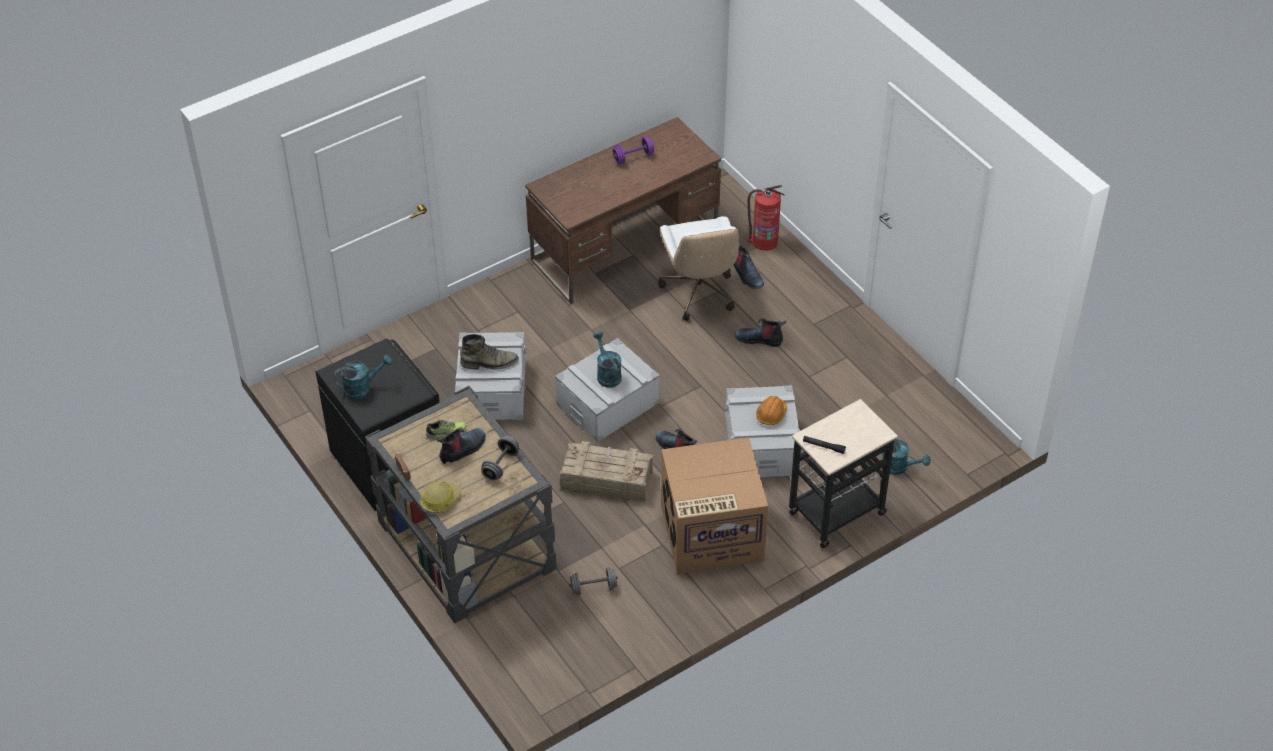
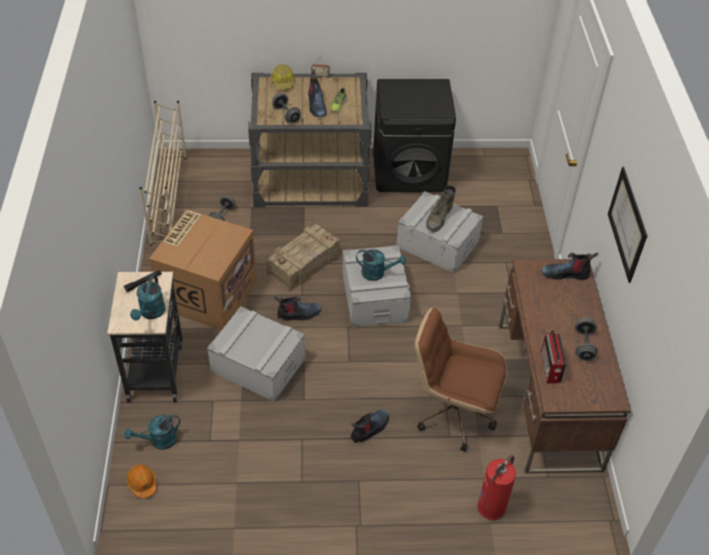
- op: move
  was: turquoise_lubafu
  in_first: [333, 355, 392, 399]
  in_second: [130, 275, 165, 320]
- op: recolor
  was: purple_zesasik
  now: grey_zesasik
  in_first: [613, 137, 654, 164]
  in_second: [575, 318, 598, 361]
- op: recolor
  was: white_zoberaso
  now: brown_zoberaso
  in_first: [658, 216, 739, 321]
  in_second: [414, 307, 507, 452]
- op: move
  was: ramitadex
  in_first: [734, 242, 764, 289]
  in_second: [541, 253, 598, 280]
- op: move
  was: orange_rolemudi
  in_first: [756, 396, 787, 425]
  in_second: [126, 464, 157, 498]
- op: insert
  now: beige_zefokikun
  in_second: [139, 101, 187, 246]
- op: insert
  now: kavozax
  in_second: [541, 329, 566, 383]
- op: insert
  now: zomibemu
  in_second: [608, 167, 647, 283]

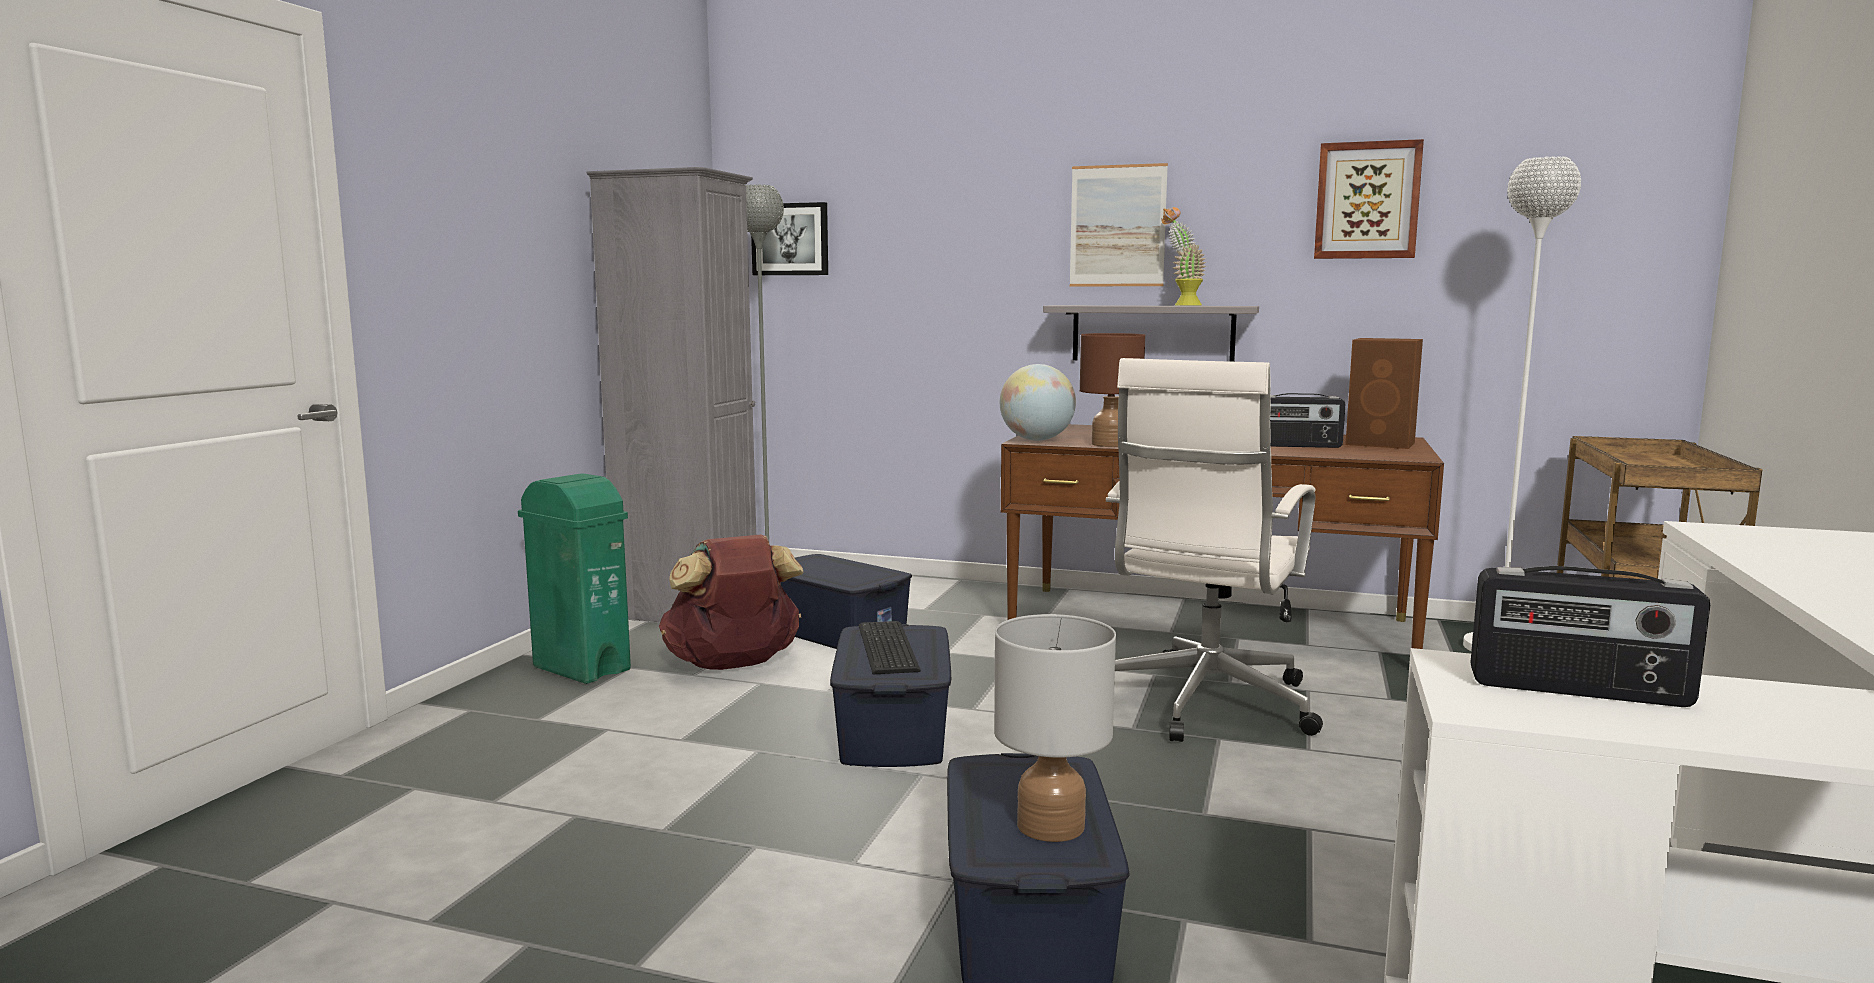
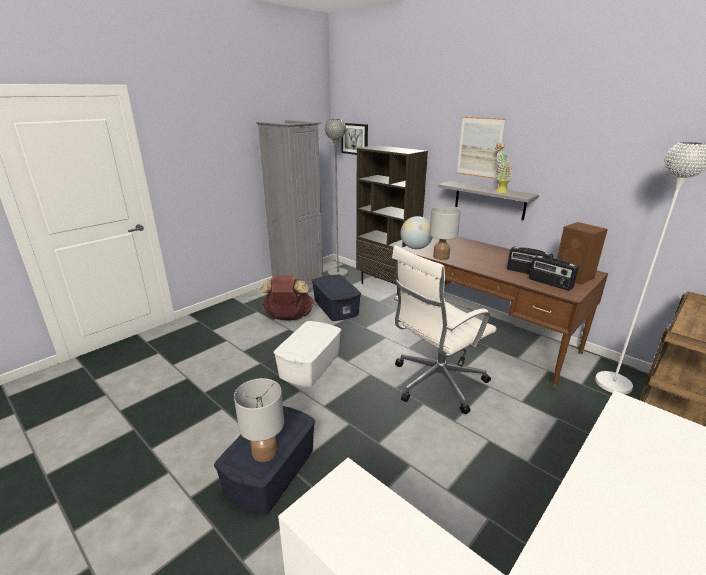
- op: delete
  was: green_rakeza
  in_first: [518, 473, 631, 684]
- op: recolor
  was: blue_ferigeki
  now: white_ferigeki
  in_first: [830, 624, 951, 767]
  in_second: [274, 321, 341, 387]
- op: delete
  was: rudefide
  in_first: [858, 621, 921, 674]
- op: recolor
  was: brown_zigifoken
  now: grey_zigifoken
  in_first: [1080, 333, 1145, 447]
  in_second: [429, 207, 461, 260]
- op: delete
  was: zomibemu
  in_first: [1314, 139, 1424, 259]
- op: move
  was: kavozax
  in_first: [1470, 566, 1710, 707]
  in_second: [529, 256, 578, 291]
- op: insert
  now: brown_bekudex
  in_second: [356, 145, 428, 295]

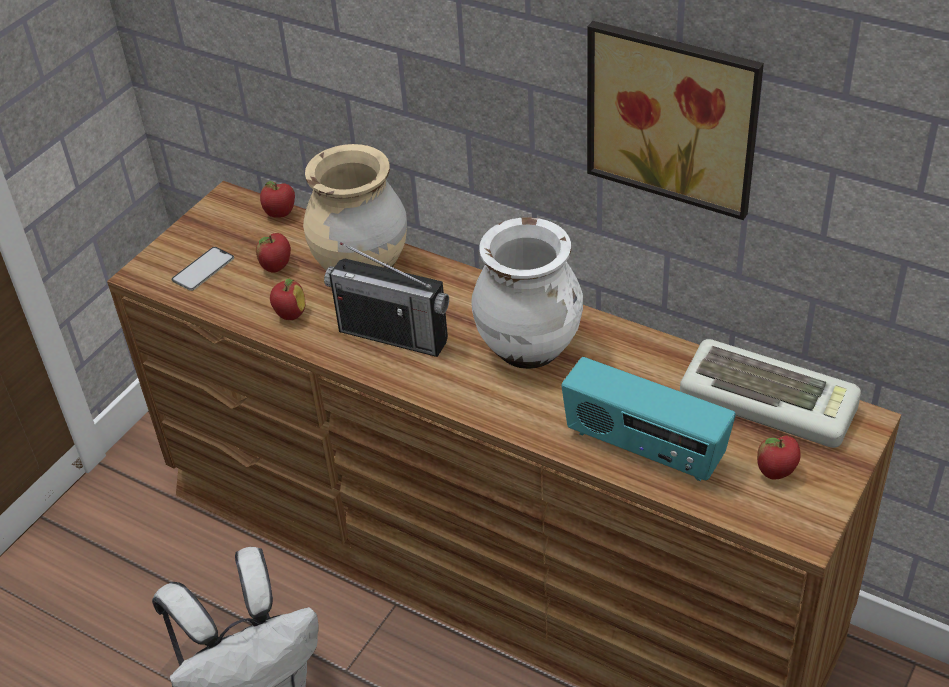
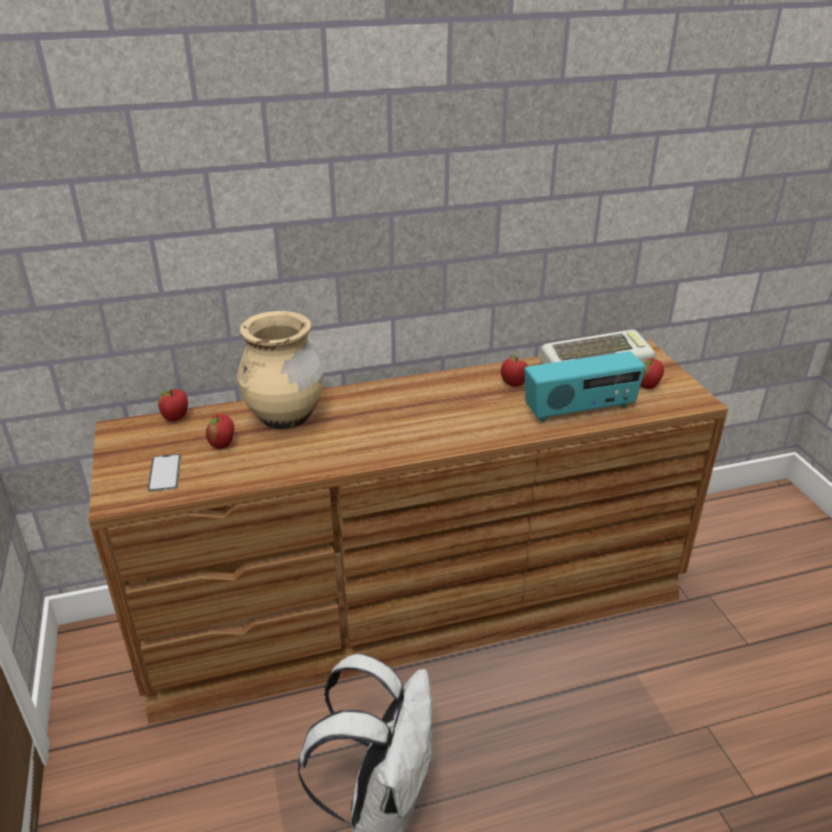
- op: move
  was: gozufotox
  in_first: [270, 278, 305, 320]
  in_second: [501, 355, 528, 387]
- op: delete
  was: kavozax
  in_first: [324, 242, 449, 357]
- op: delete
  was: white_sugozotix
  in_first: [471, 217, 583, 369]
- op: delete
  was: zomibemu
  in_first: [587, 21, 764, 220]

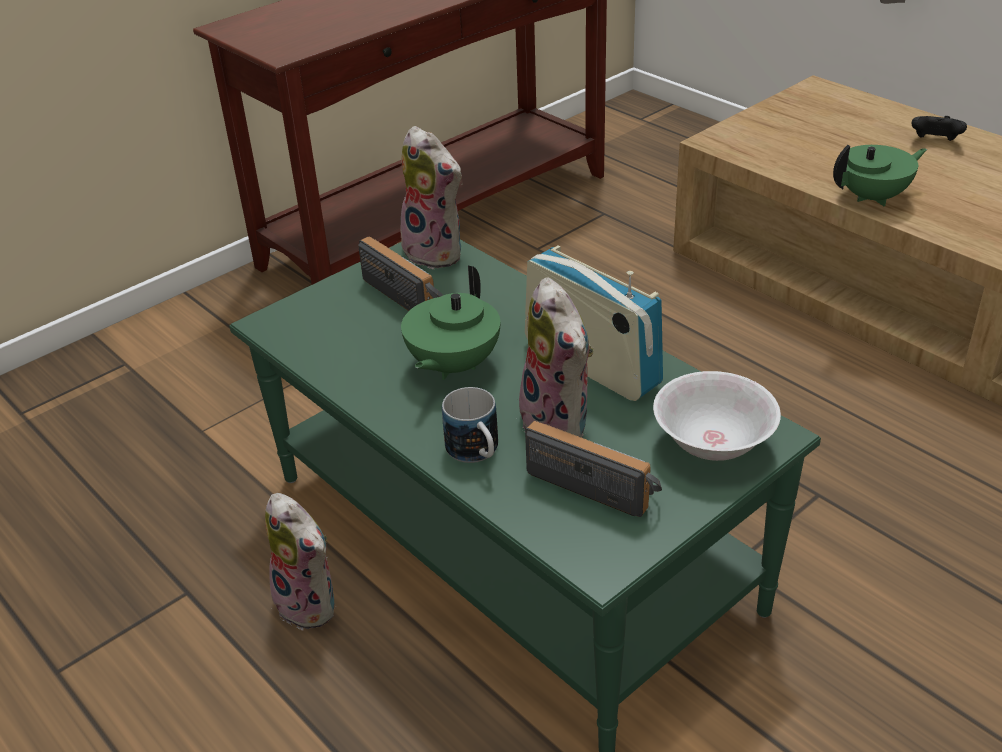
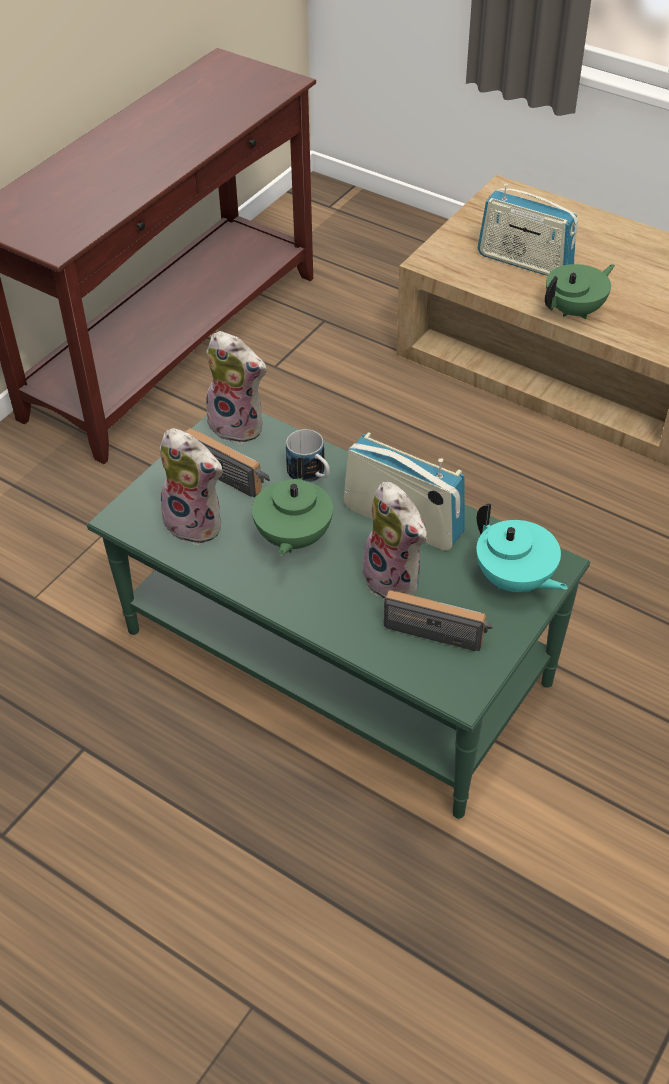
- op: move
  was: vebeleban
  in_first: [265, 493, 334, 630]
  in_second: [160, 428, 223, 545]
- op: move
  was: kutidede
  in_first: [442, 387, 498, 463]
  in_second: [286, 429, 330, 482]
- op: replace
  was: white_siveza
  now: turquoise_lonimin
  in_first: [653, 371, 781, 461]
  in_second: [476, 504, 567, 592]
- op: delete
  was: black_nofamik
  in_first: [911, 116, 967, 141]
- op: insert
  now: kavozax
  in_second: [478, 183, 578, 276]

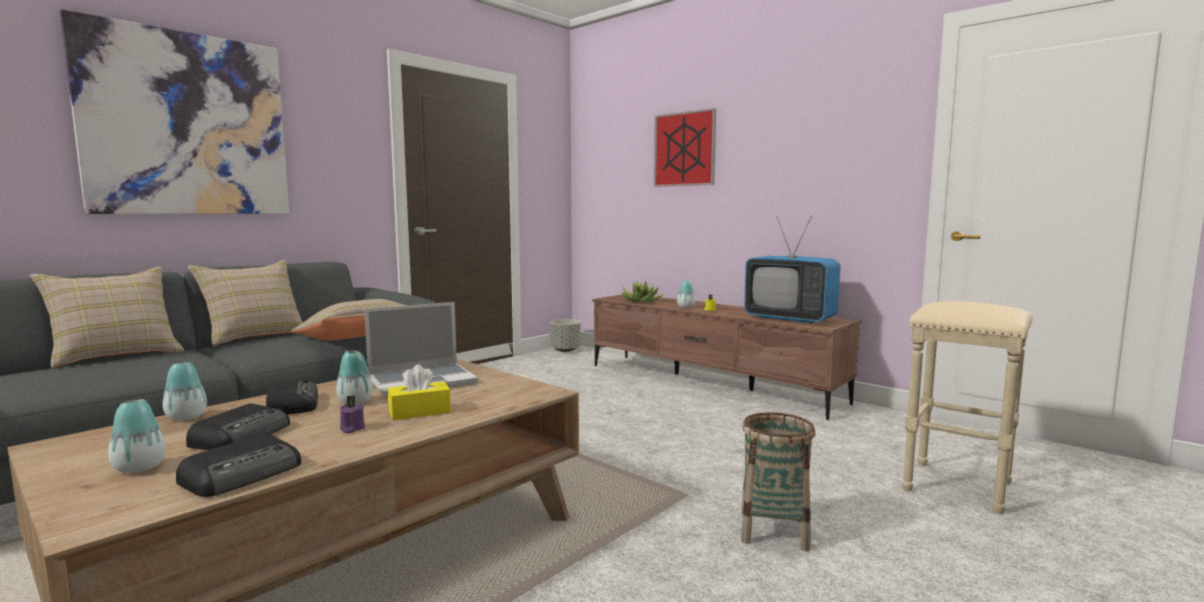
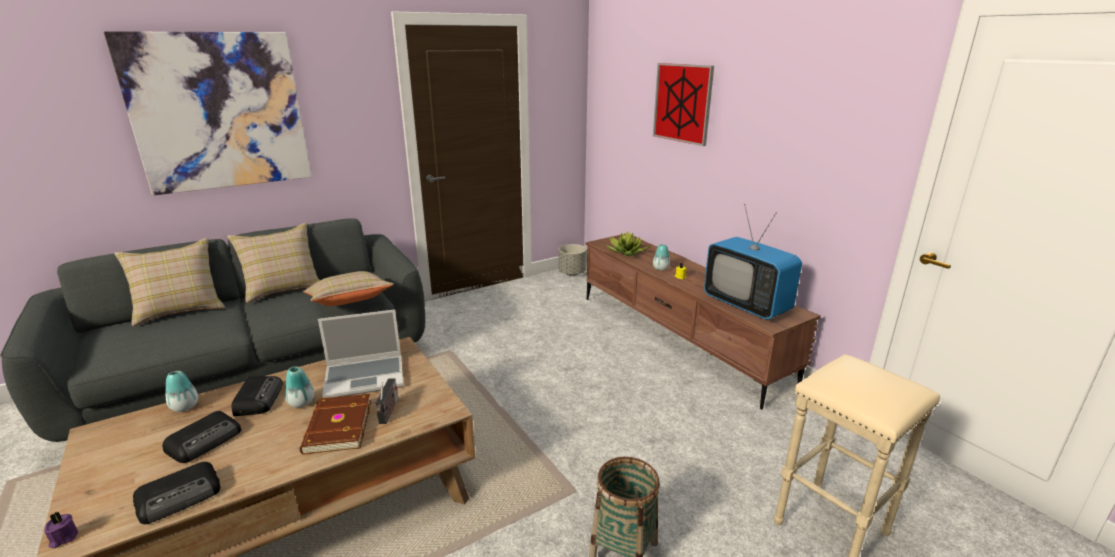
- op: delete
  was: sugozotix
  in_first: [109, 399, 166, 474]
- op: move
  was: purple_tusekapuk
  in_first: [340, 396, 365, 433]
  in_second: [44, 512, 78, 548]
- op: replace
  was: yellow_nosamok
  now: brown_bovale
  in_first: [388, 365, 451, 420]
  in_second: [300, 394, 371, 455]
- op: insert
  now: kavozax
  in_second: [376, 379, 398, 424]

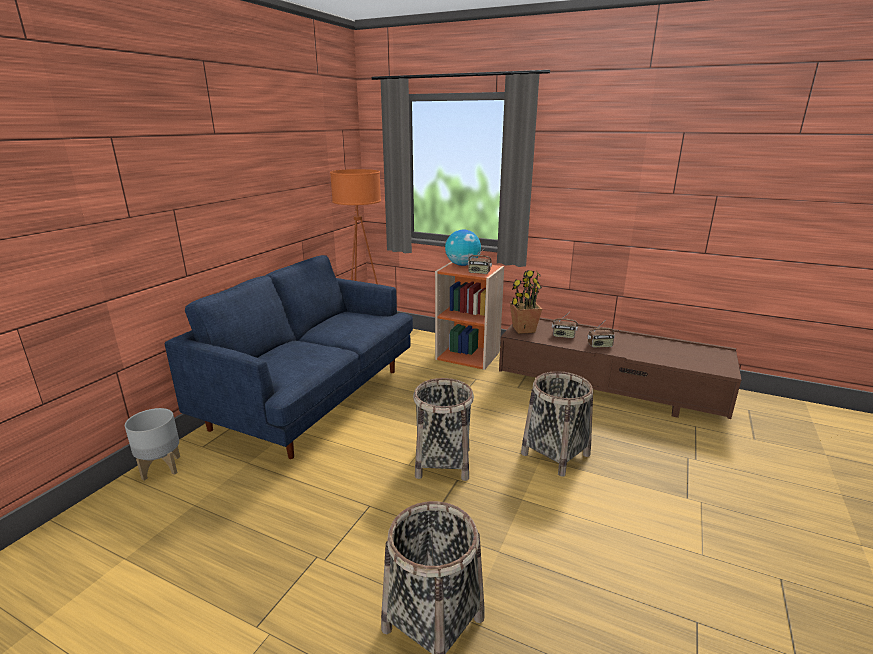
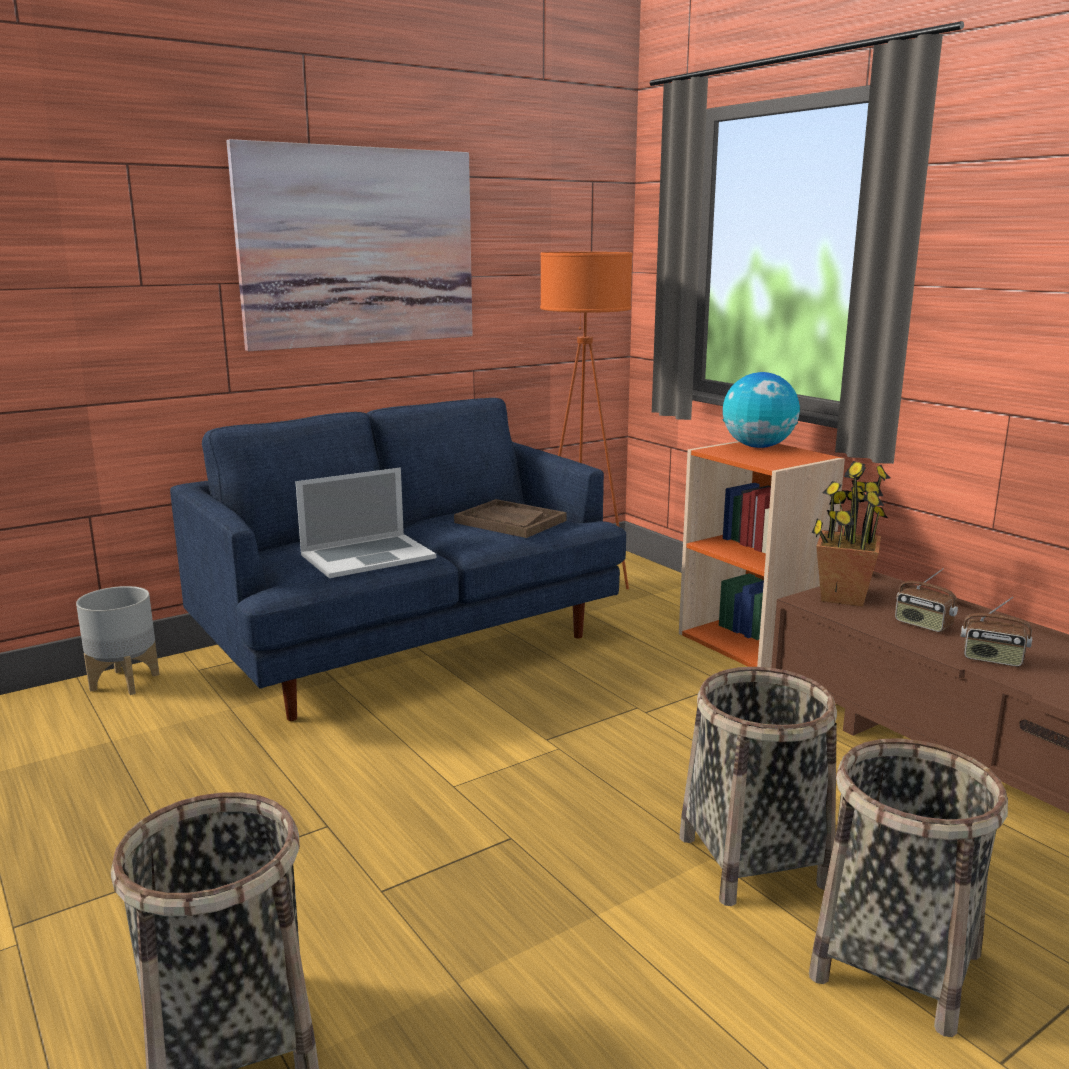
- op: move
  was: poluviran
  in_first: [413, 378, 474, 481]
  in_second: [809, 738, 1008, 1037]
- op: delete
  was: kavozax
  in_first: [468, 249, 492, 274]
- op: insert
  now: zomibemu
  in_second: [226, 139, 473, 351]
- op: insert
  now: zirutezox
  in_second: [295, 467, 436, 578]
- op: insert
  now: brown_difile
  in_second: [454, 499, 567, 538]

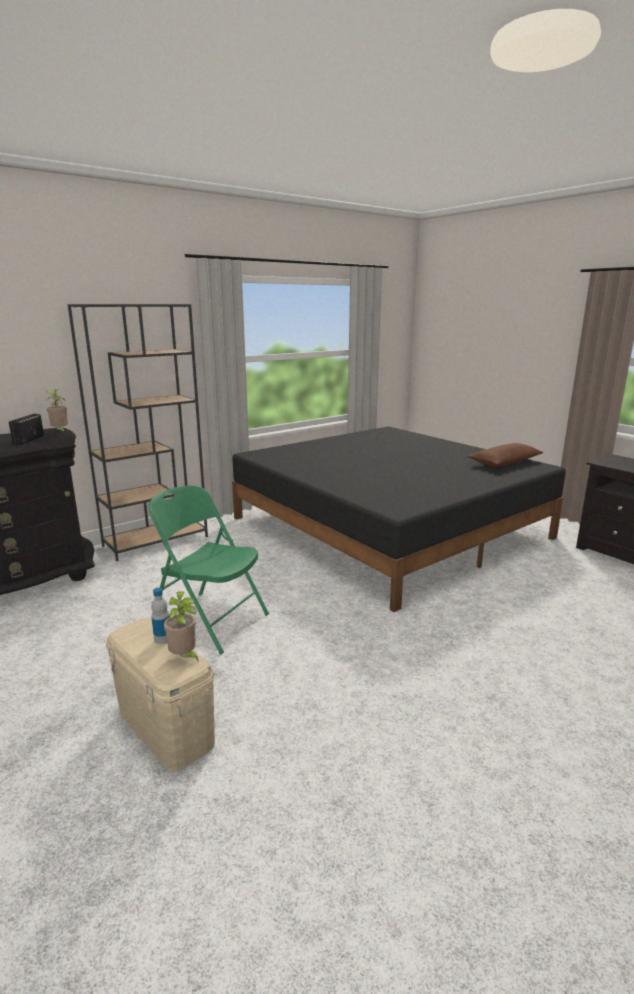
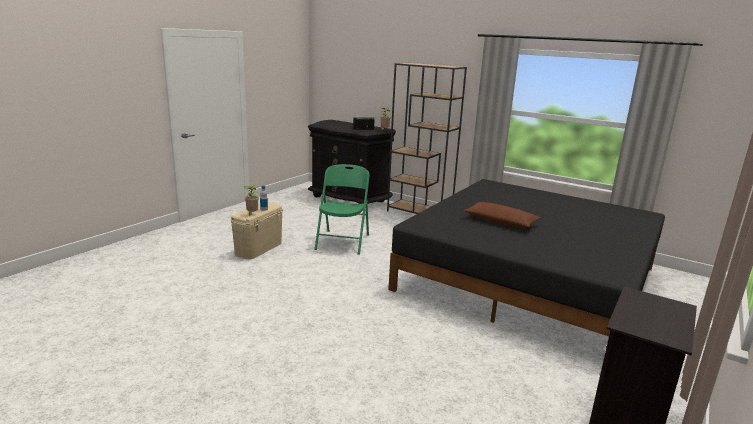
- op: move
  was: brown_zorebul
  in_first: [467, 443, 544, 467]
  in_second: [463, 202, 541, 228]

